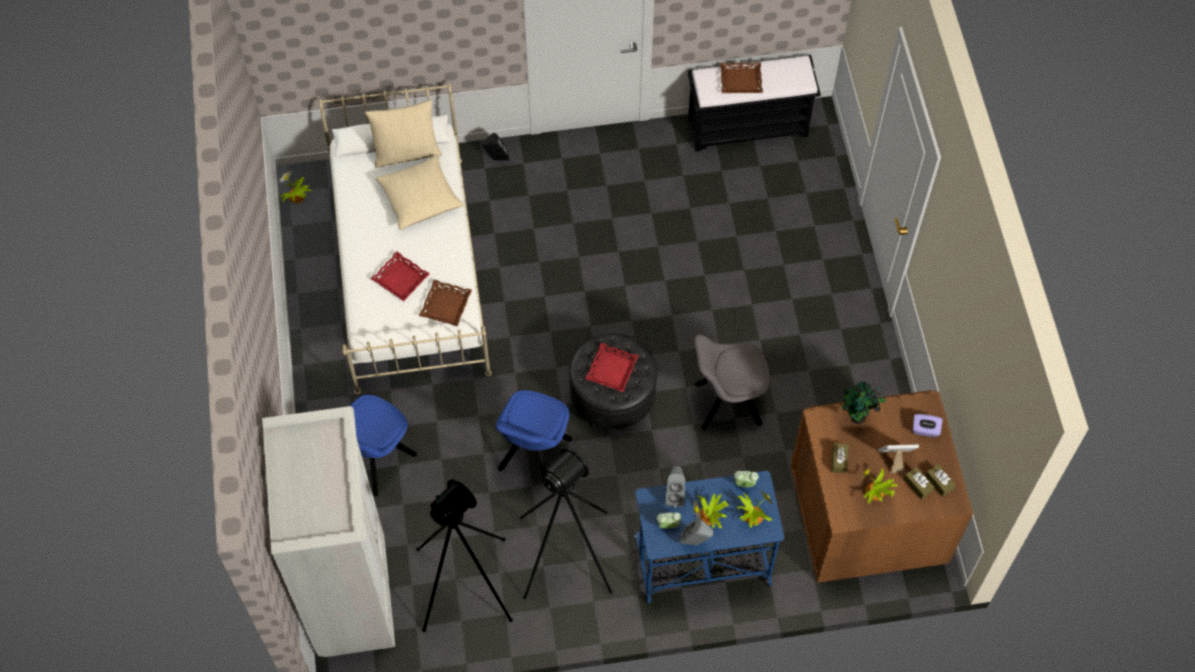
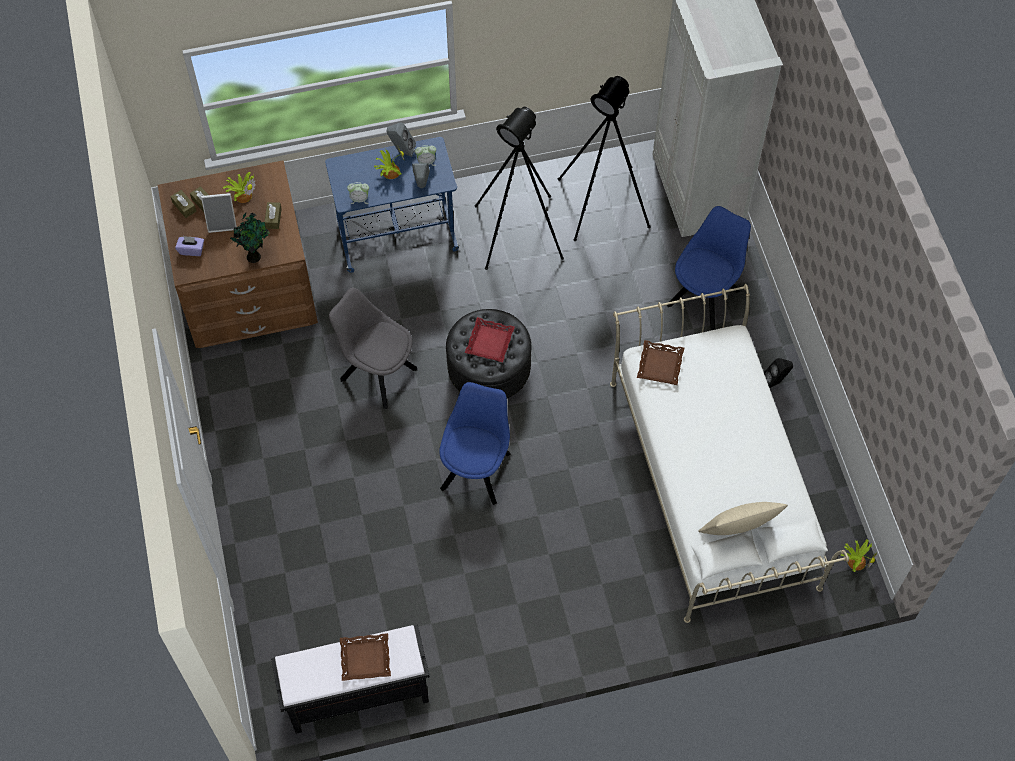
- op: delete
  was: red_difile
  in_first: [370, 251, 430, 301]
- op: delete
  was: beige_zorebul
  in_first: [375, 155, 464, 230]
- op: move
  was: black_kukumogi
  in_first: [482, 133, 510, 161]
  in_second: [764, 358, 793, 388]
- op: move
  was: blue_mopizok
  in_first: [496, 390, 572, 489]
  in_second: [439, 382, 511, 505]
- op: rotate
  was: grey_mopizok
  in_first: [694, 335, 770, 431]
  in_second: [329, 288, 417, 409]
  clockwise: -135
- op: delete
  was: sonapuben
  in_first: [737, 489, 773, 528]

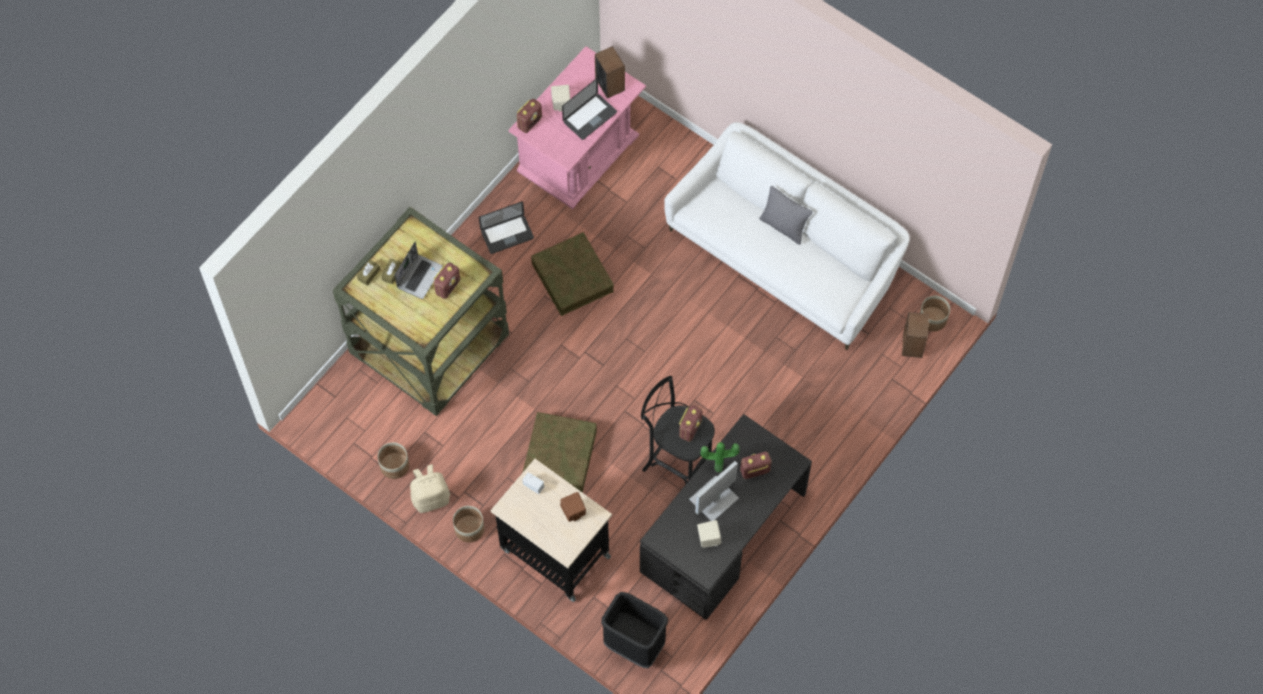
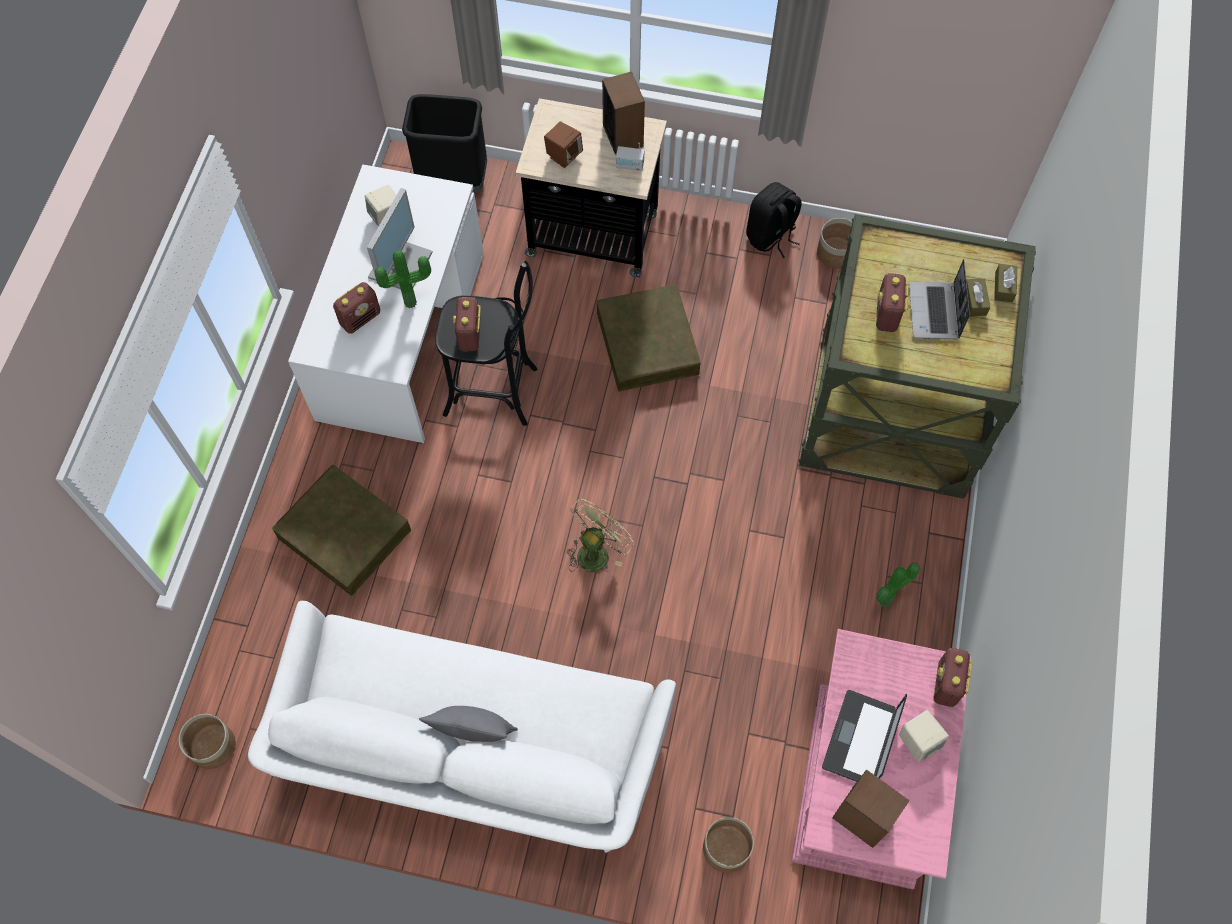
- op: recolor
  was: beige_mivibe
  now: black_mivibe
  in_first: [410, 464, 450, 513]
  in_second: [746, 182, 802, 258]
- op: move
  was: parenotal
  in_first: [453, 506, 484, 543]
  in_second: [703, 817, 754, 873]
- op: replace
  was: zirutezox
  now: sonapuben
  in_first: [479, 201, 534, 254]
  in_second: [876, 563, 920, 608]
- op: move
  was: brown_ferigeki
  in_first: [531, 232, 614, 316]
  in_second: [272, 465, 411, 596]
- op: recolor
  was: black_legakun
  now: white_legakun
  in_first: [640, 414, 812, 620]
  in_second: [288, 164, 484, 443]
- op: move
  was: kukumogi
  in_first: [902, 312, 929, 358]
  in_second: [602, 72, 645, 155]
- op: insert
  now: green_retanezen
  in_second: [567, 499, 634, 572]

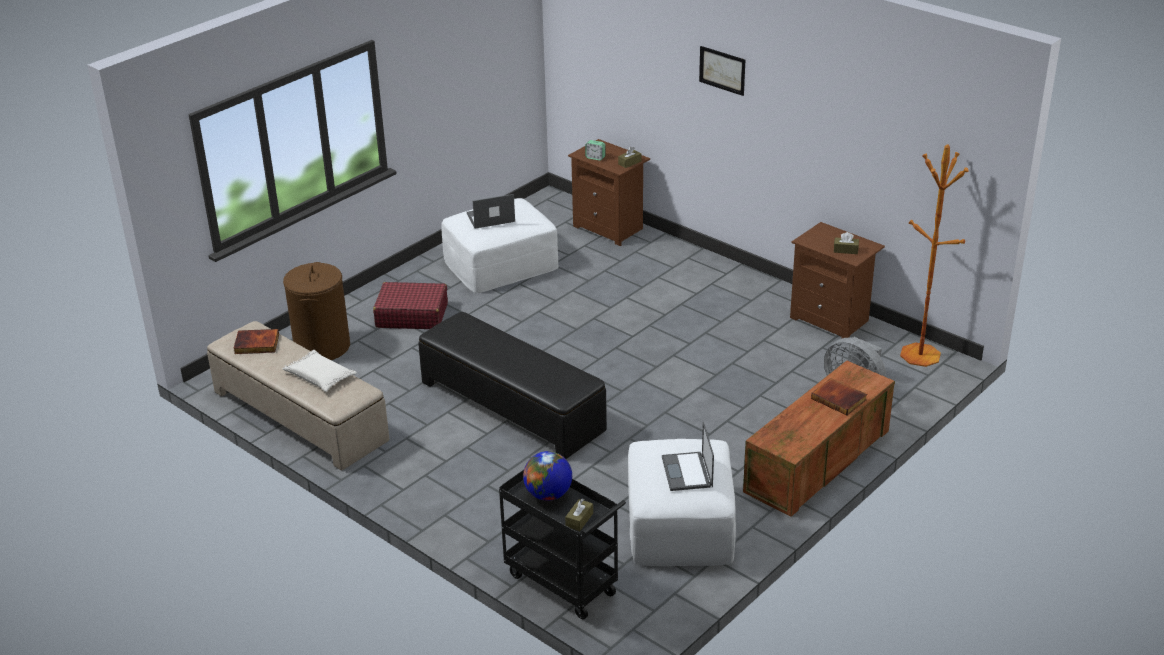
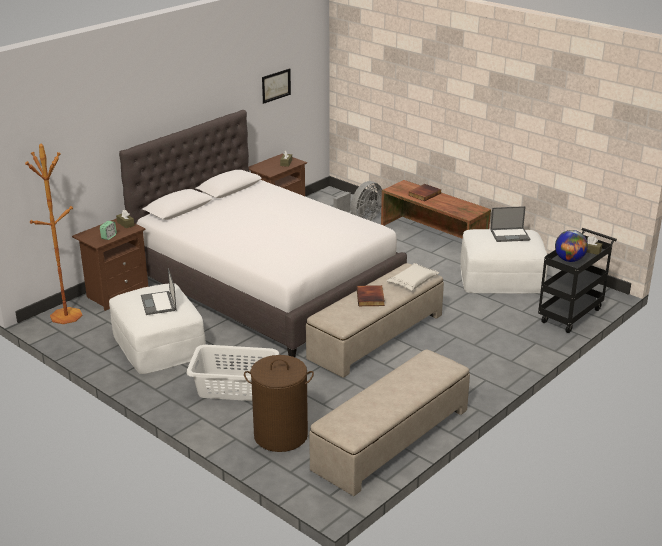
- op: move
  was: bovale
  in_first: [233, 329, 279, 354]
  in_second: [357, 285, 385, 306]
- op: move
  was: white_zorebul
  in_first: [283, 349, 357, 392]
  in_second: [387, 263, 439, 291]
- op: replace
  was: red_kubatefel
  now: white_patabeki
  in_first: [373, 282, 448, 329]
  in_second: [187, 345, 280, 401]
- op: recolor
  was: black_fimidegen
  now: beige_fimidegen
  in_first: [418, 312, 607, 459]
  in_second: [306, 263, 444, 378]
- op: move
  was: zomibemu
  in_first: [699, 46, 745, 96]
  in_second: [262, 68, 291, 104]
- op: move
  was: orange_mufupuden
  in_first: [900, 144, 969, 367]
  in_second: [25, 144, 83, 324]
- op: insert
  now: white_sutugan
  in_second: [119, 110, 407, 357]

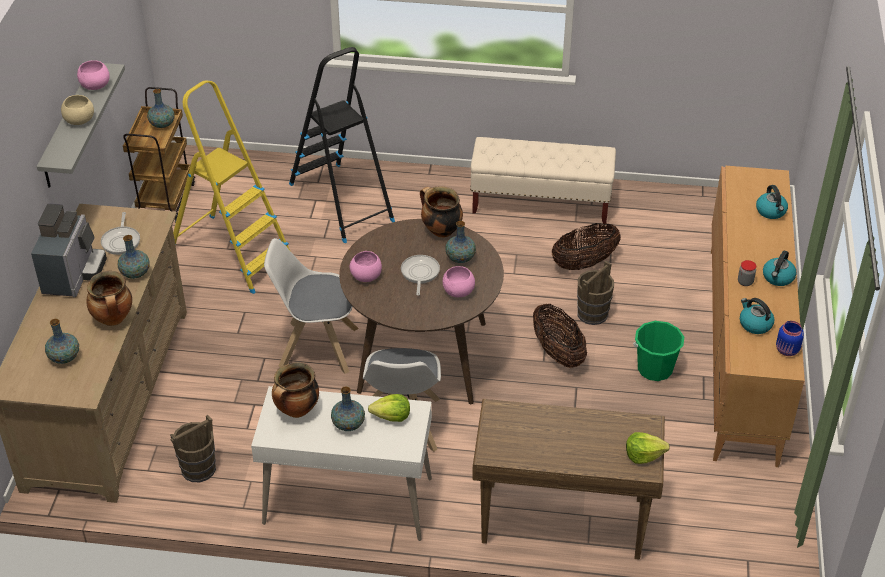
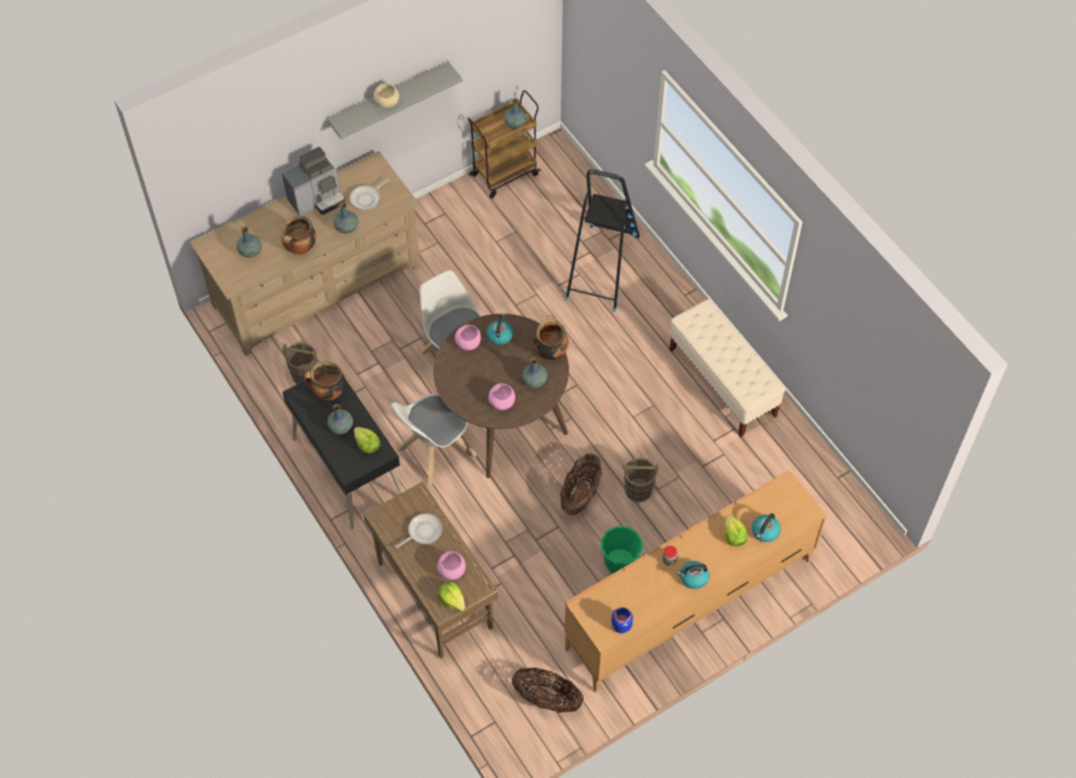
- op: move
  was: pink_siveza
  in_first: [77, 60, 110, 90]
  in_second: [437, 551, 466, 580]
- op: delete
  was: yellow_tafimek
  in_first: [173, 81, 290, 294]
- op: recolor
  was: white_legakun
  now: black_legakun
  in_first: [251, 386, 432, 541]
  in_second: [282, 378, 403, 529]
- op: move
  was: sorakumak
  in_first: [401, 255, 440, 296]
  in_second: [396, 513, 443, 548]
- op: move
  was: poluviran
  in_first: [552, 223, 621, 270]
  in_second: [512, 667, 584, 713]
- op: move
  was: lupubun
  in_first: [740, 298, 774, 334]
  in_second: [487, 314, 513, 345]
- op: insert
  now: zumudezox
  in_second: [725, 515, 748, 547]

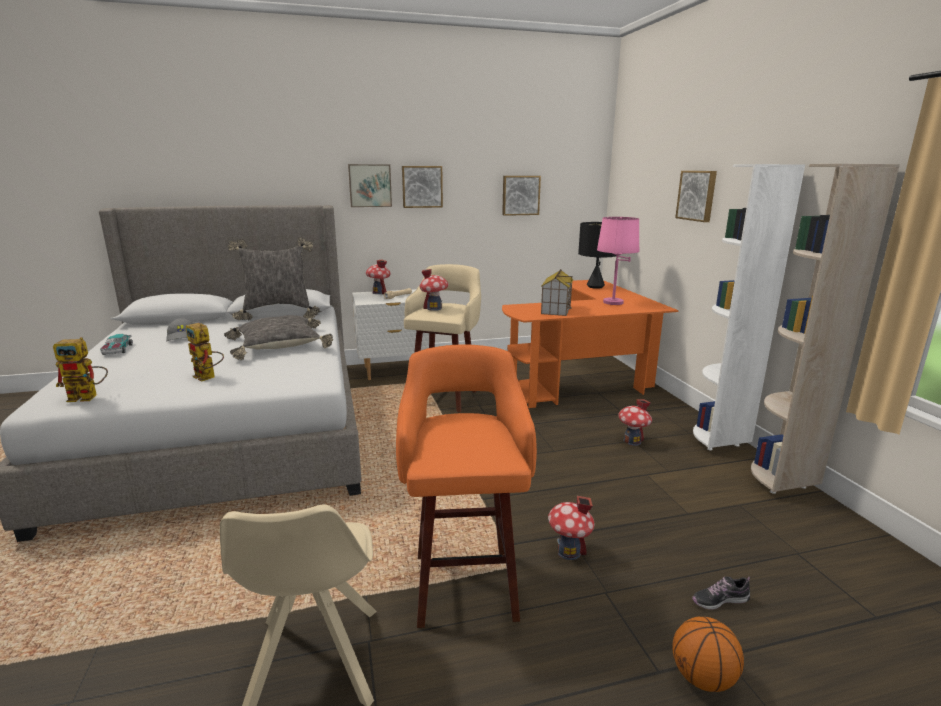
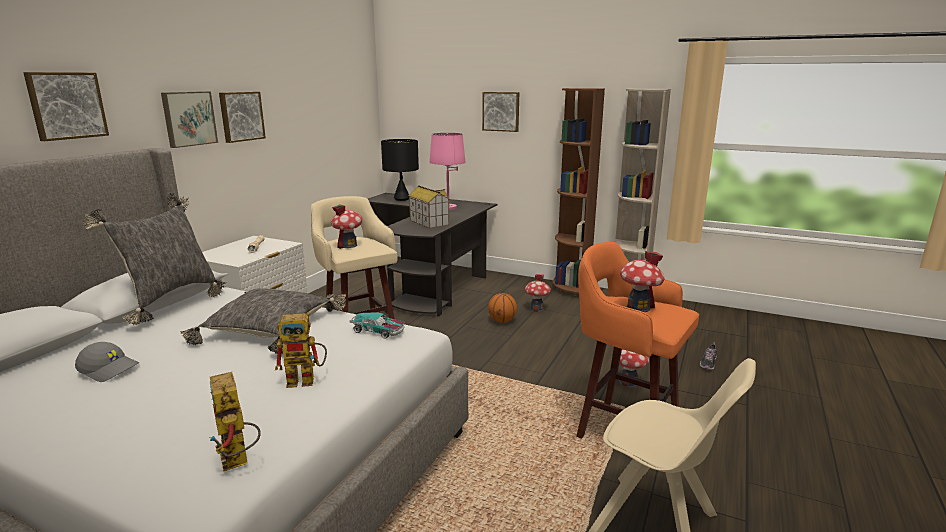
- op: rotate
  was: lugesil
  in_first: [53, 337, 108, 402]
  in_second: [209, 372, 261, 471]
  clockwise: 120
- op: move
  was: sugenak
  in_first: [100, 334, 133, 355]
  in_second: [350, 313, 405, 339]
- op: move
  was: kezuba
  in_first: [366, 260, 391, 294]
  in_second: [620, 251, 665, 312]
- op: move
  was: zomibemu
  in_first: [502, 176, 541, 216]
  in_second: [23, 72, 109, 141]
- op: recolor
  was: orange_legakun
  now: black_legakun
  in_first: [502, 280, 679, 408]
  in_second: [367, 193, 497, 317]
- op: move
  was: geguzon
  in_first: [672, 617, 744, 692]
  in_second: [488, 293, 517, 323]
- op: recolor
  was: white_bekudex
  now: brown_bekudex
  in_first: [693, 164, 805, 450]
  in_second: [553, 88, 605, 297]

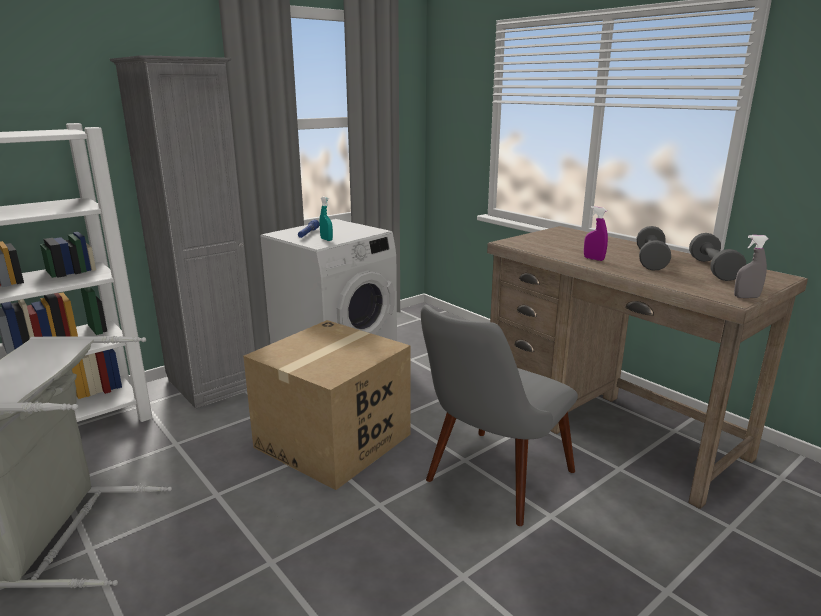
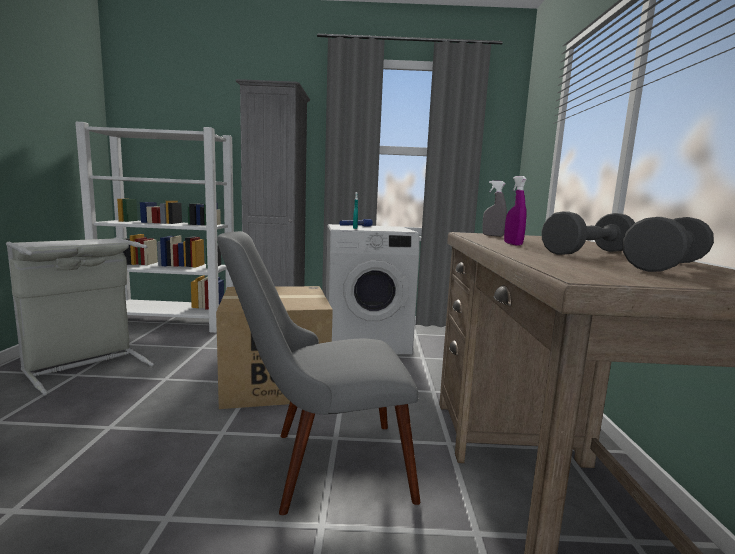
- op: move
  was: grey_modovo
  in_first: [734, 235, 769, 298]
  in_second: [482, 181, 507, 237]

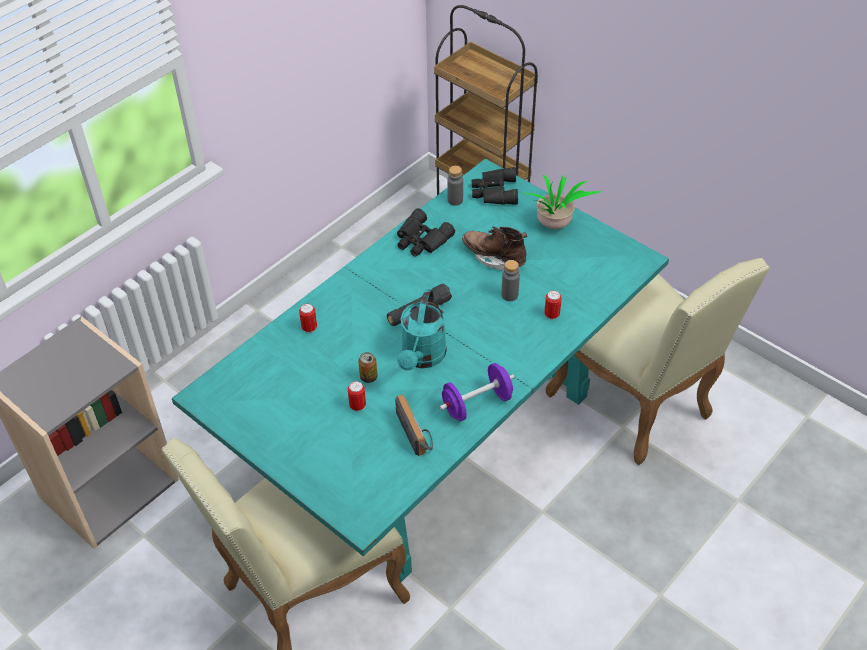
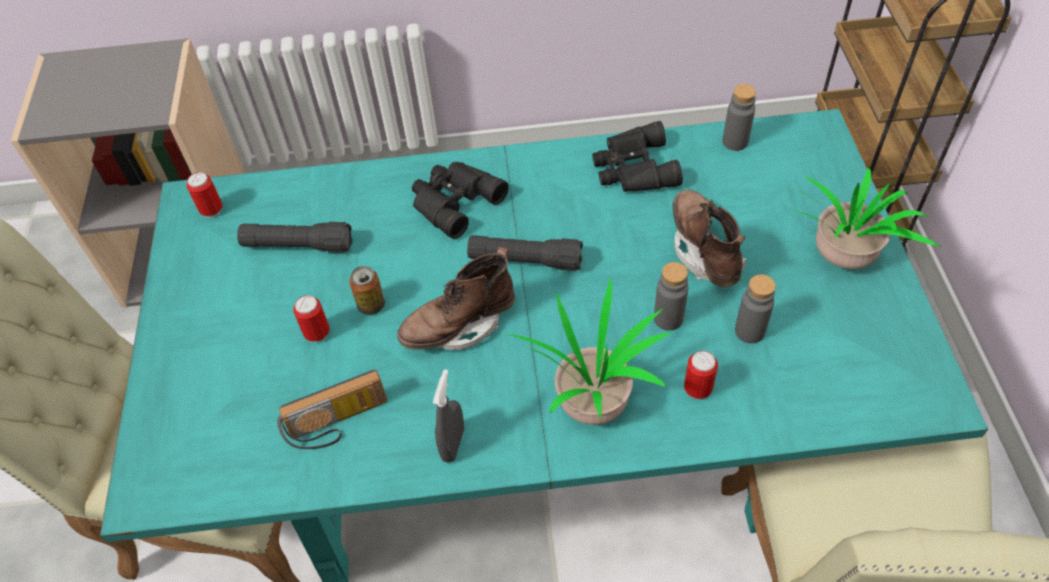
- op: move
  was: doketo
  in_first: [299, 304, 317, 333]
  in_second: [187, 172, 222, 218]
- op: rotate
  was: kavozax
  in_first: [395, 394, 433, 456]
  in_second: [277, 370, 387, 449]
  clockwise: 45
- op: replace
  was: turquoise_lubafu
  now: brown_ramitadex
  in_first: [397, 289, 447, 371]
  in_second: [397, 246, 515, 350]
- op: replace
  was: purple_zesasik
  now: grey_modovo
  in_first: [439, 363, 515, 421]
  in_second: [433, 369, 464, 463]
- op: move
  was: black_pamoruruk
  in_first: [472, 167, 518, 205]
  in_second: [412, 162, 509, 239]
- op: insert
  now: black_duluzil
  in_second: [237, 222, 353, 253]
- op: insert
  now: sonapuben
  in_second: [510, 278, 672, 425]
- op: insert
  now: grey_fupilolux
  in_second: [735, 274, 776, 344]

